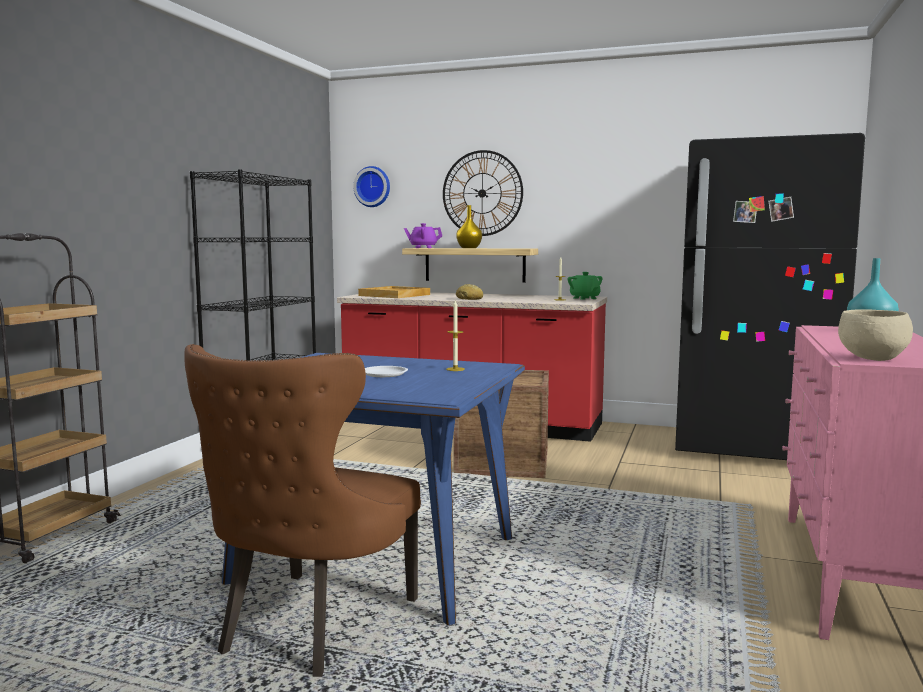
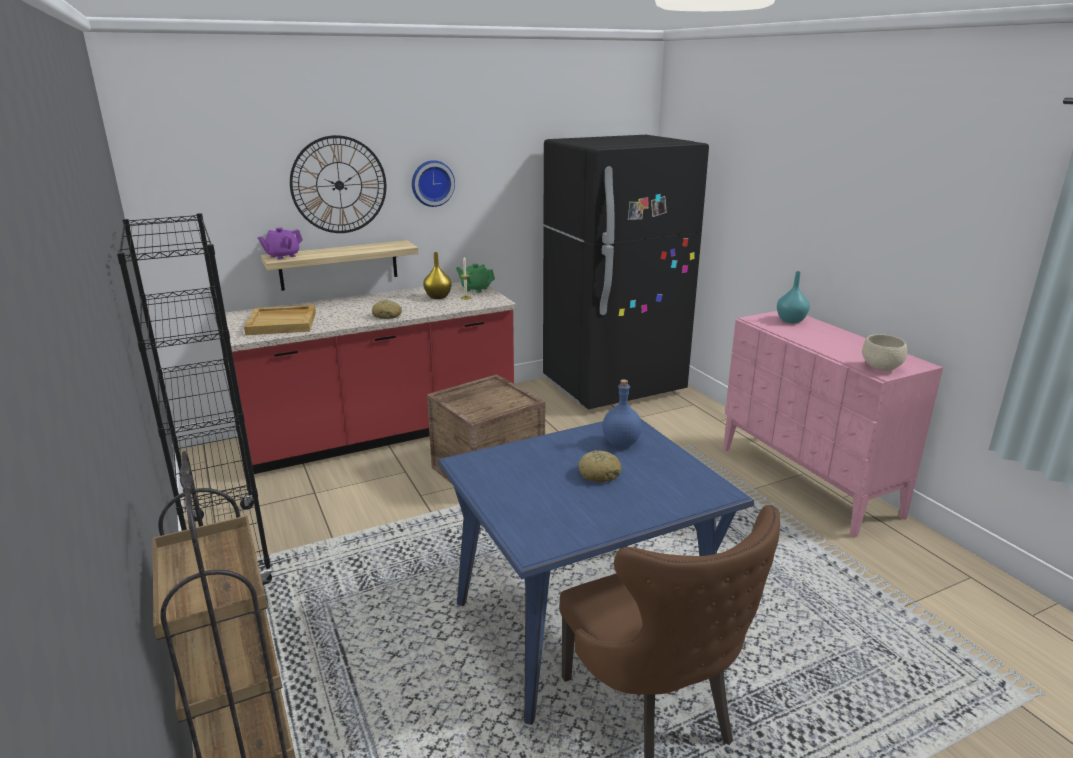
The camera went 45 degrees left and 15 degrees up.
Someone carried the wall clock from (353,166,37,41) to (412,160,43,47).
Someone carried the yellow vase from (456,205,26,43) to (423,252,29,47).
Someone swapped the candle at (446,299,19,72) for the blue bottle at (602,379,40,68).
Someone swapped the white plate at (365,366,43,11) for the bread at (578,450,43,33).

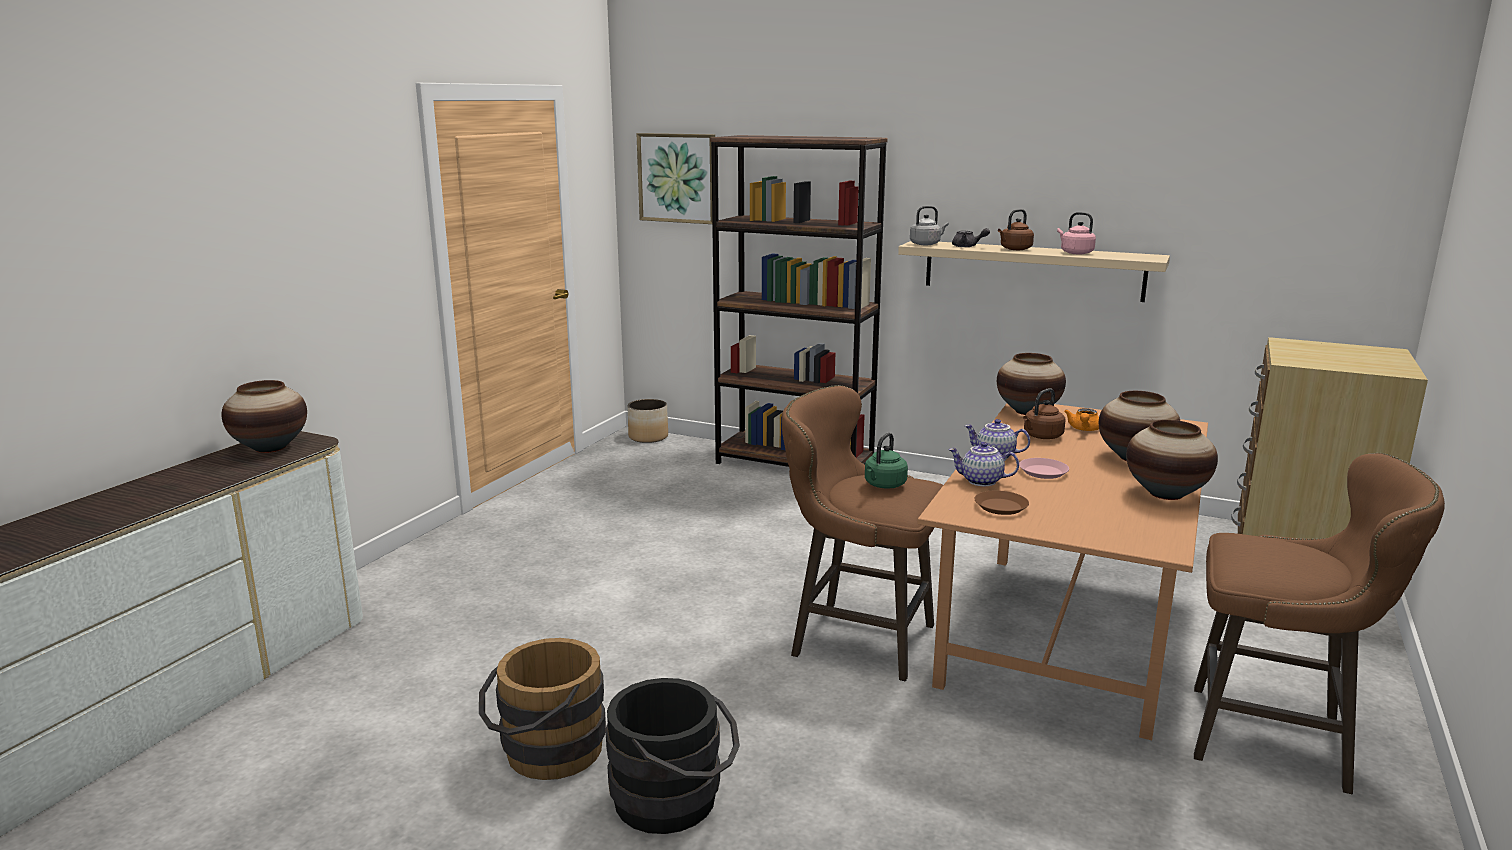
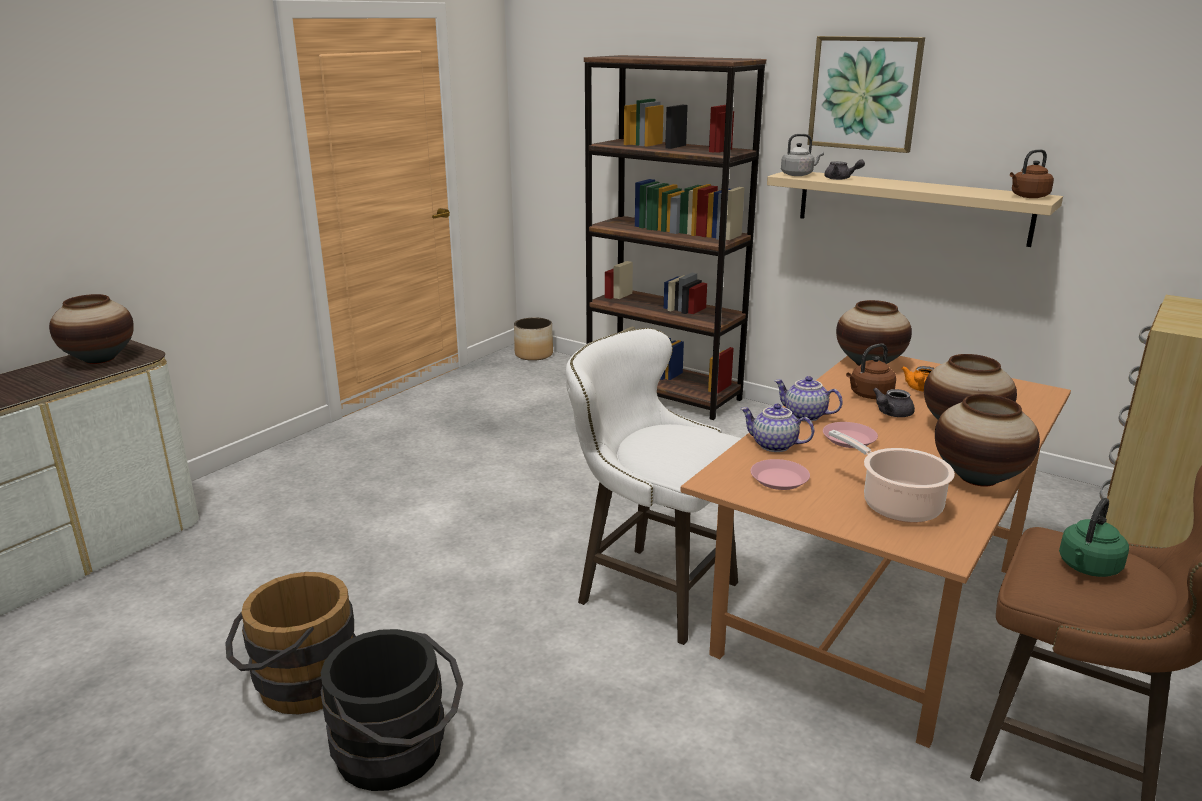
The camera went 10 degrees right and 5 degrees up.
Someone carried the picture from (637,133,78,91) to (807,36,118,117).
Someone carried the brown kettle from (998,209,36,41) to (1010,149,44,49).
Someone took away the pink kettle at (1057,212,39,42).
Someone repainted the brown stool at (782,385,161,297), which became the white stool at (566,328,176,317).
Someone carried the green kettle from (865,433,43,56) to (1059,498,70,79).
Someone repainted the brown plate at (975,490,54,25), which became the pink plate at (750,459,60,31).
Someone put down the grey teapot at (873,388,42,29).
Someone put down the cooking pot at (829,430,126,93).

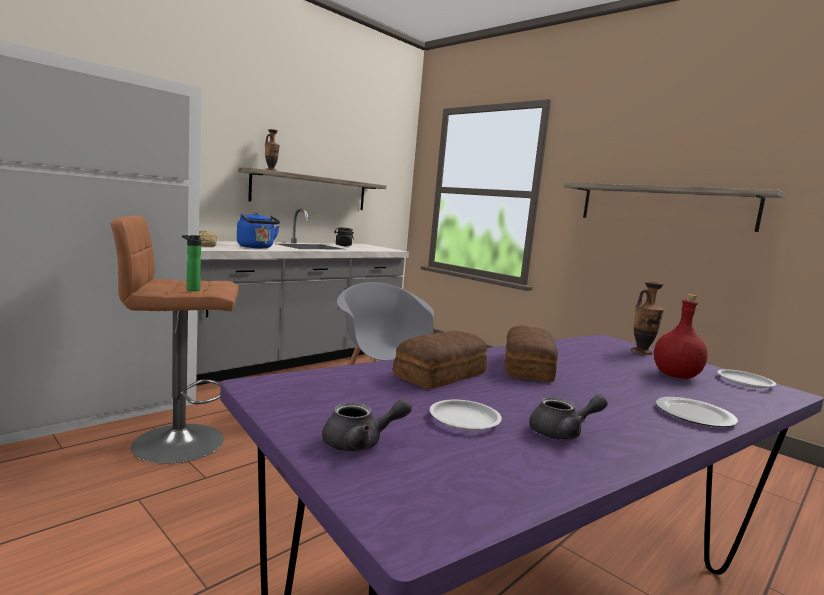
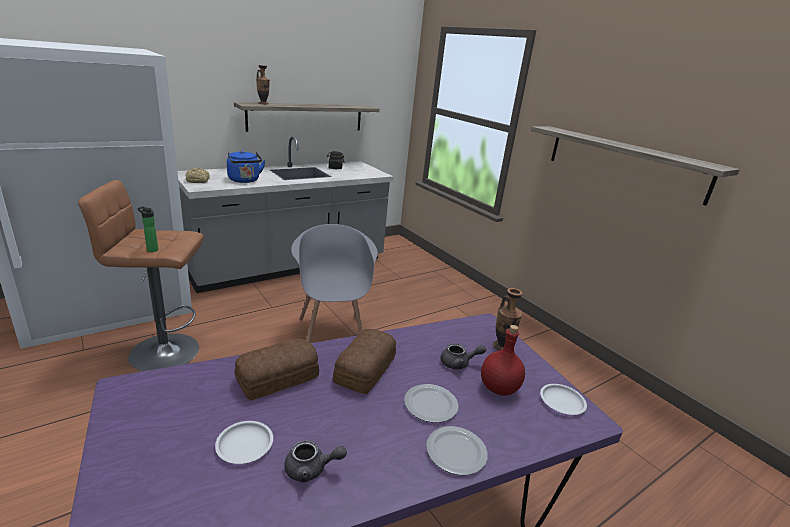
The camera went 10 degrees right and 15 degrees up.
Someone carried the grey teapot from (322,398,90,54) to (440,343,46,26).
Someone put down the plate at (404,384,54,39).

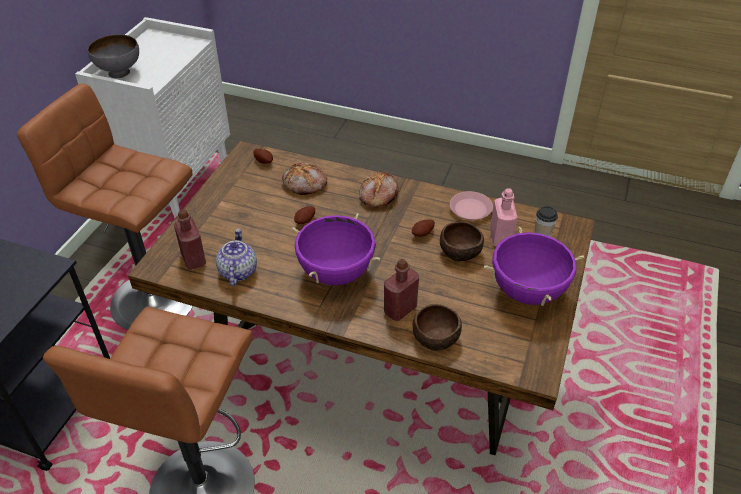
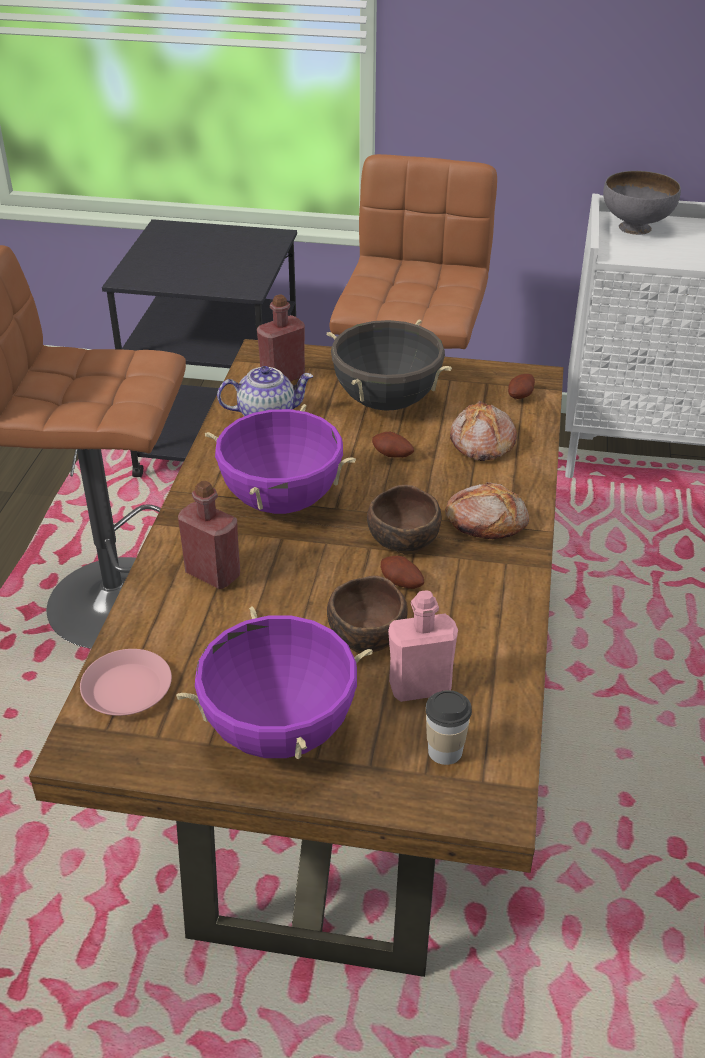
The camera went 80 degrees right and 5 degrees down.
Someone carried the pink plate from (450,191,43,29) to (80,649,92,67).
Someone carried the brown bowl from (413,304,49,47) to (367,485,75,69).
Someone put down the black cooking pot at (327,319,125,92).

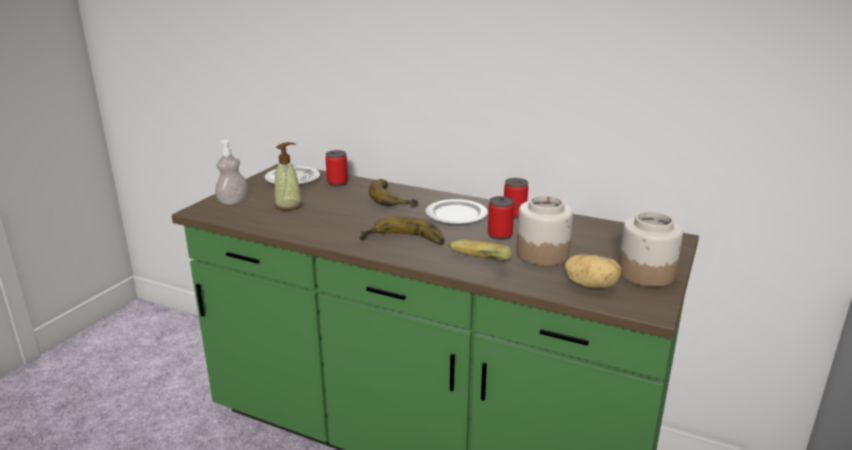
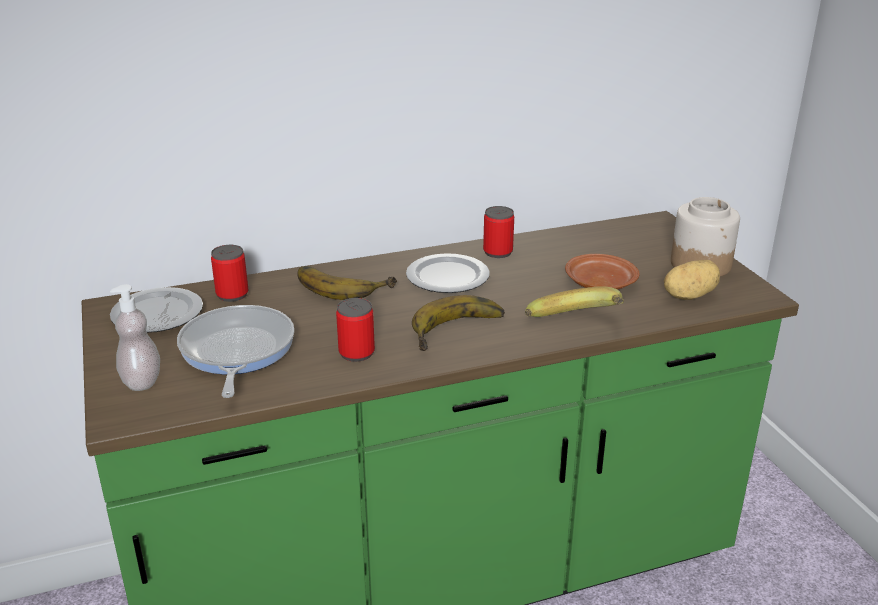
The camera went 45 degrees left and 5 degrees up.
Someone swapped the soap dispenser at (275,142,27,69) for the frying pan at (177,305,118,93).
Someone swapped the jar at (516,195,57,71) for the brown plate at (565,254,75,36).
Someone carried the can from (488,196,26,44) to (336,298,39,64).

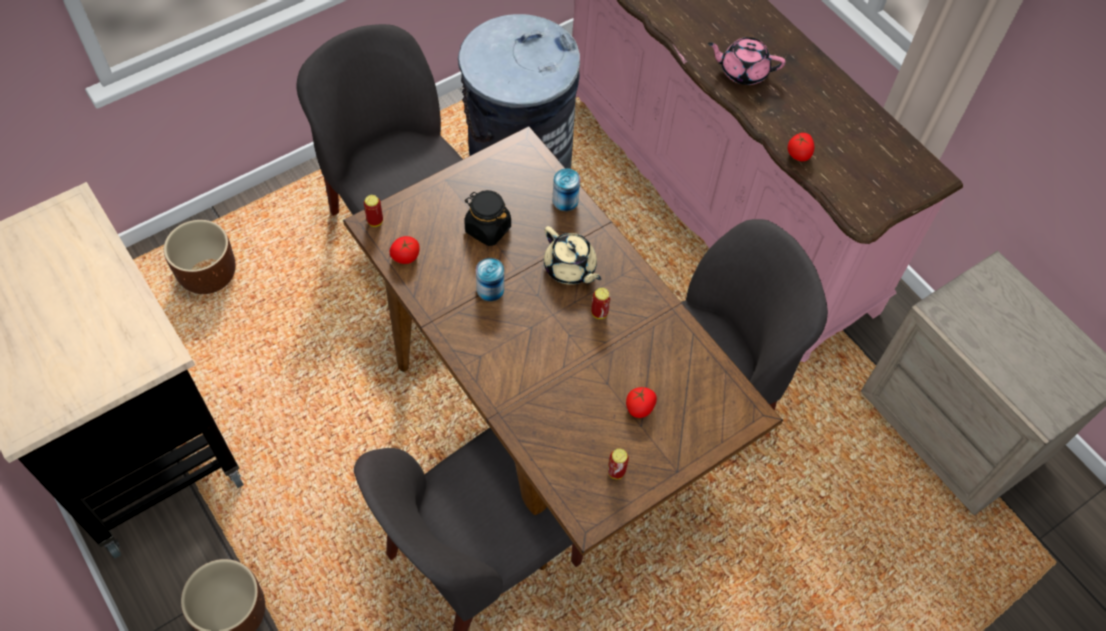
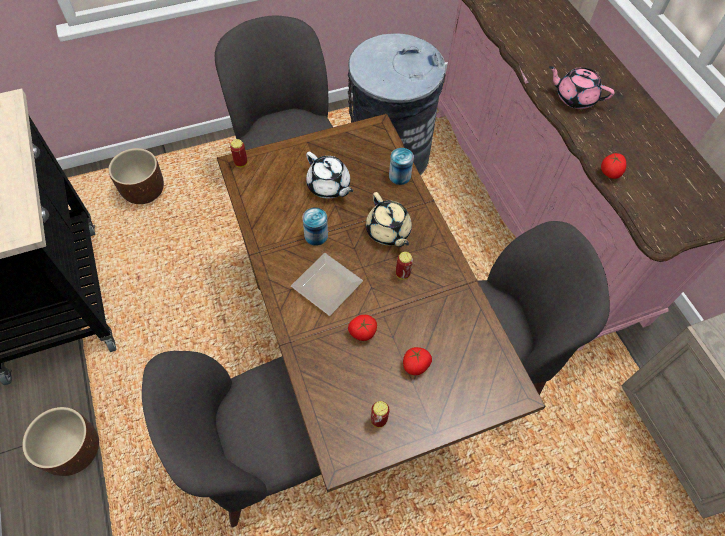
The camera went 15 degrees right and 0 degrees up.
Someone swapped the black jar at (464,190,47,56) for the white teapot at (306,152,47,47).
Someone carried the tomato from (390,236,30,28) to (348,315,29,26).
Someone put down the plate at (291,253,72,63).

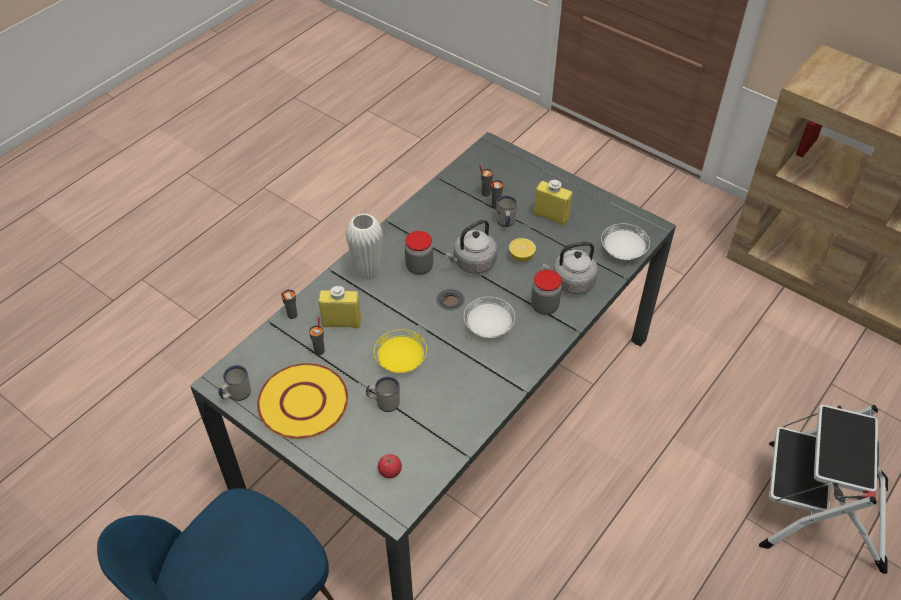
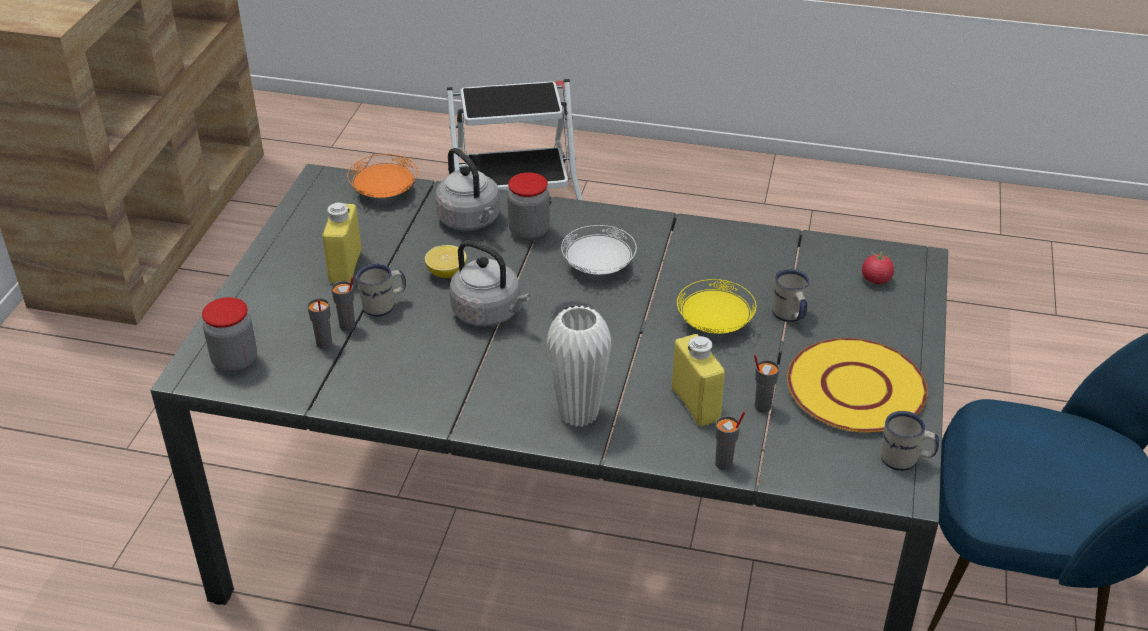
The camera went 115 degrees left and 10 degrees down.
Someone repainted the white plate at (601,223,49,37), which became the orange plate at (347,154,71,44).
Someone carried the jar from (405,231,28,44) to (202,297,55,76).

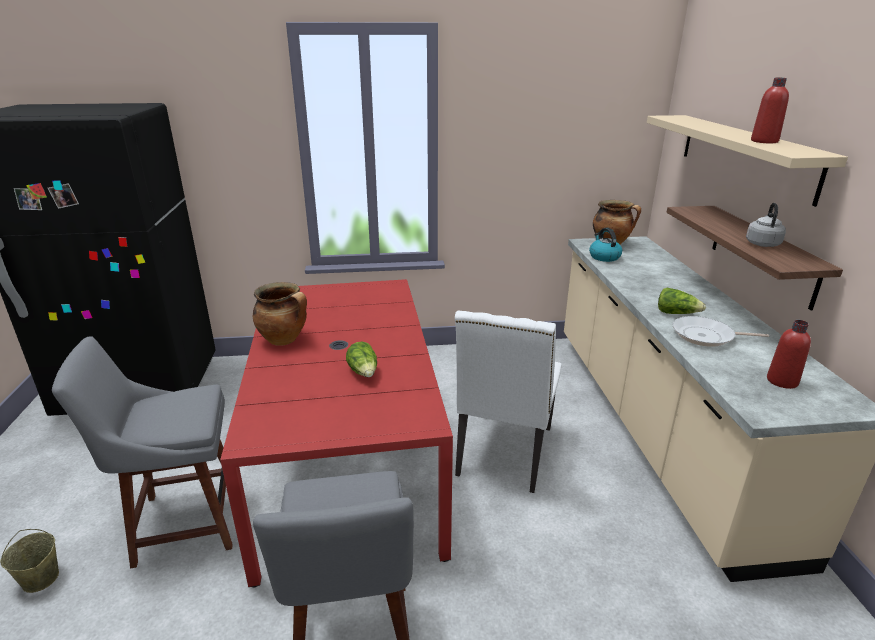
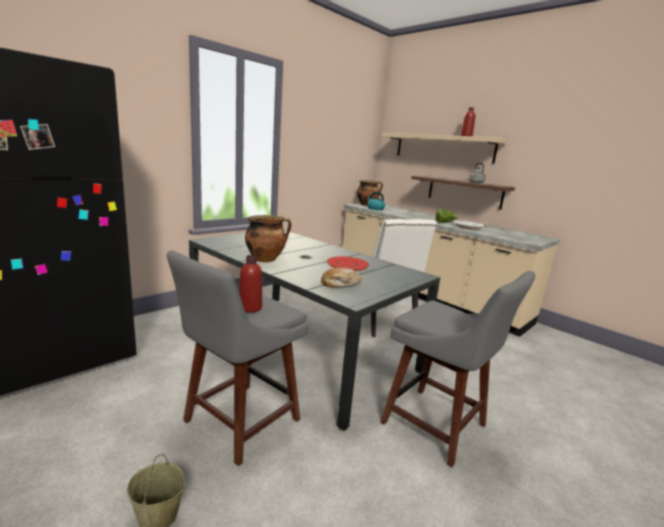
The camera went 40 degrees left and 10 degrees down.
Someone repainted the red dining table at (220,279,233,309), which became the grey dining table at (189,230,251,201).
Someone carried the red bottle from (767,320,44,69) to (239,255,23,57).
Someone swapped the lettuce at (346,341,31,36) for the red plate at (327,256,42,15).
Someone put down the bread at (321,268,41,20).

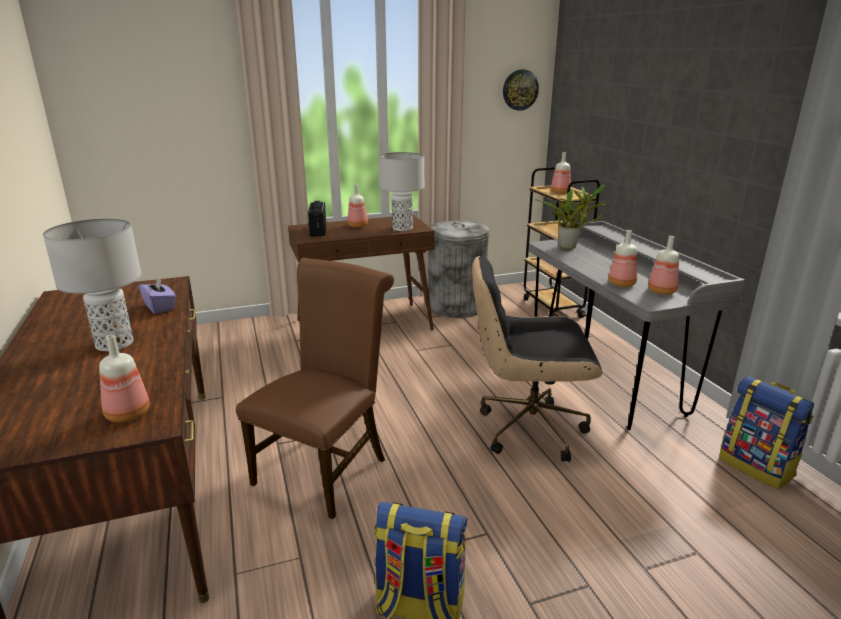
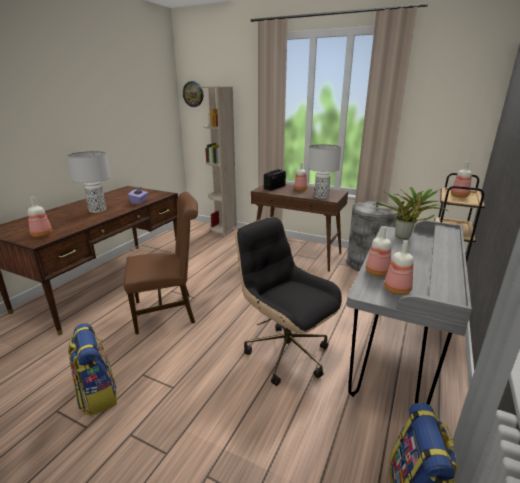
The camera went 45 degrees right and 0 degrees up.
Someone carried the wall clock from (503,69,36,42) to (183,81,20,26).
Someone put down the beige bookcase at (201,87,36,149).

